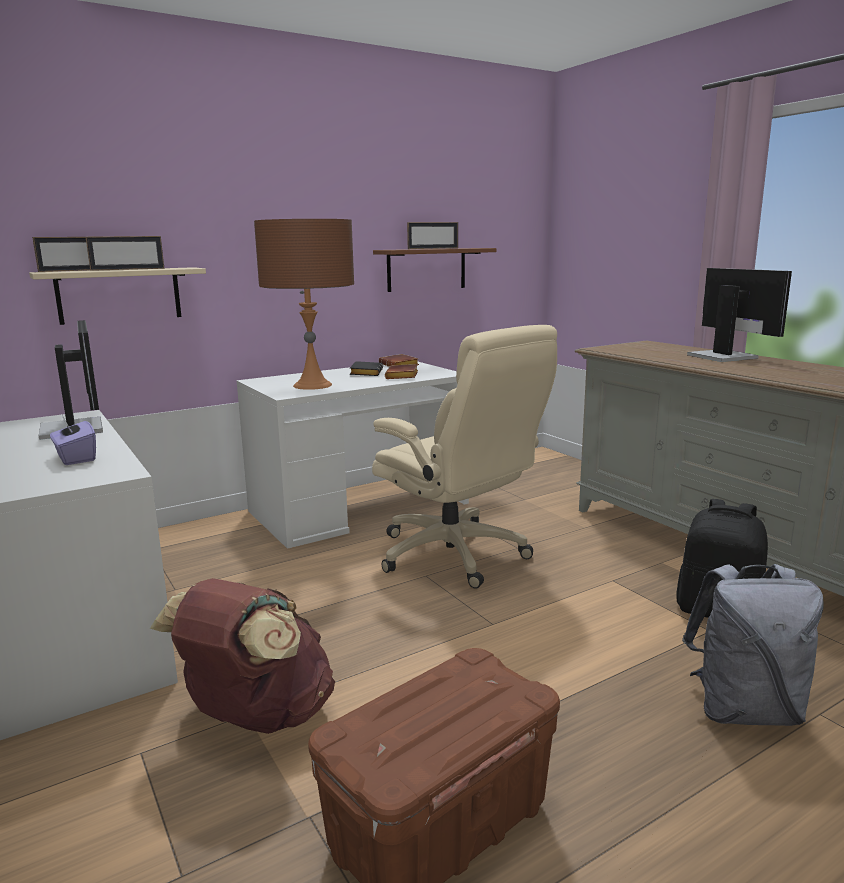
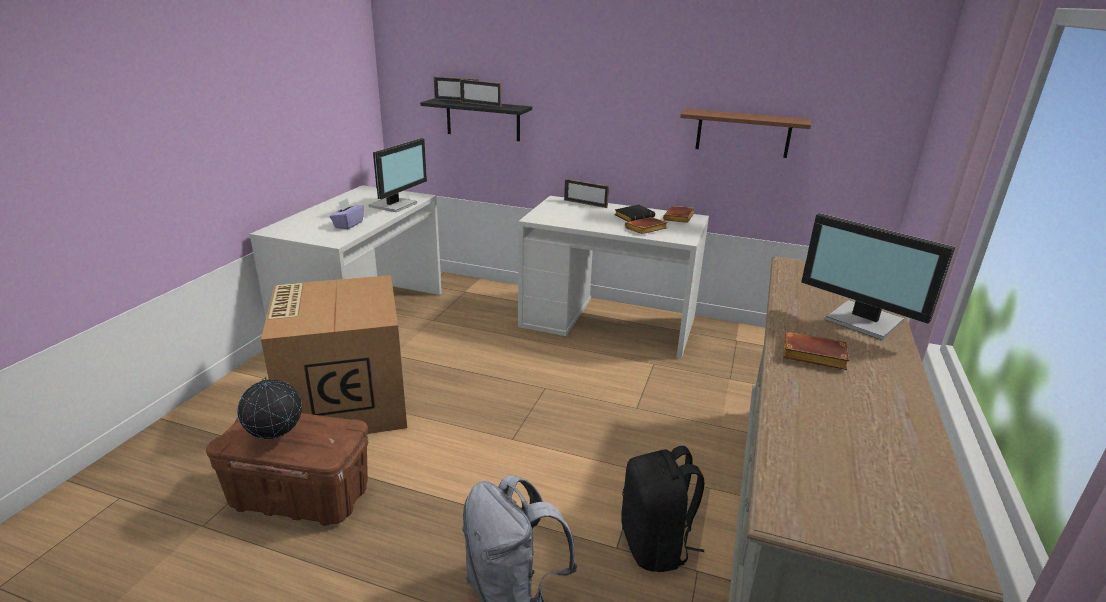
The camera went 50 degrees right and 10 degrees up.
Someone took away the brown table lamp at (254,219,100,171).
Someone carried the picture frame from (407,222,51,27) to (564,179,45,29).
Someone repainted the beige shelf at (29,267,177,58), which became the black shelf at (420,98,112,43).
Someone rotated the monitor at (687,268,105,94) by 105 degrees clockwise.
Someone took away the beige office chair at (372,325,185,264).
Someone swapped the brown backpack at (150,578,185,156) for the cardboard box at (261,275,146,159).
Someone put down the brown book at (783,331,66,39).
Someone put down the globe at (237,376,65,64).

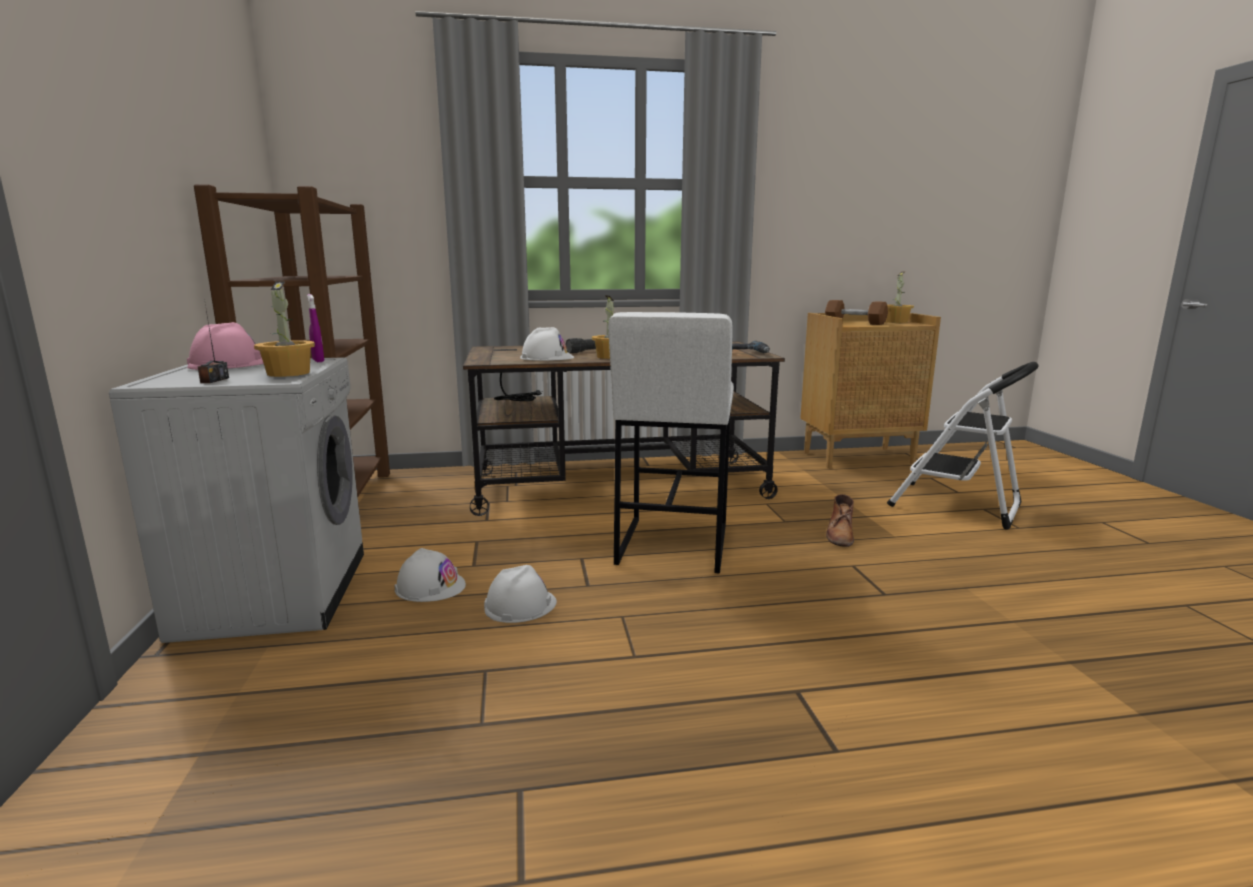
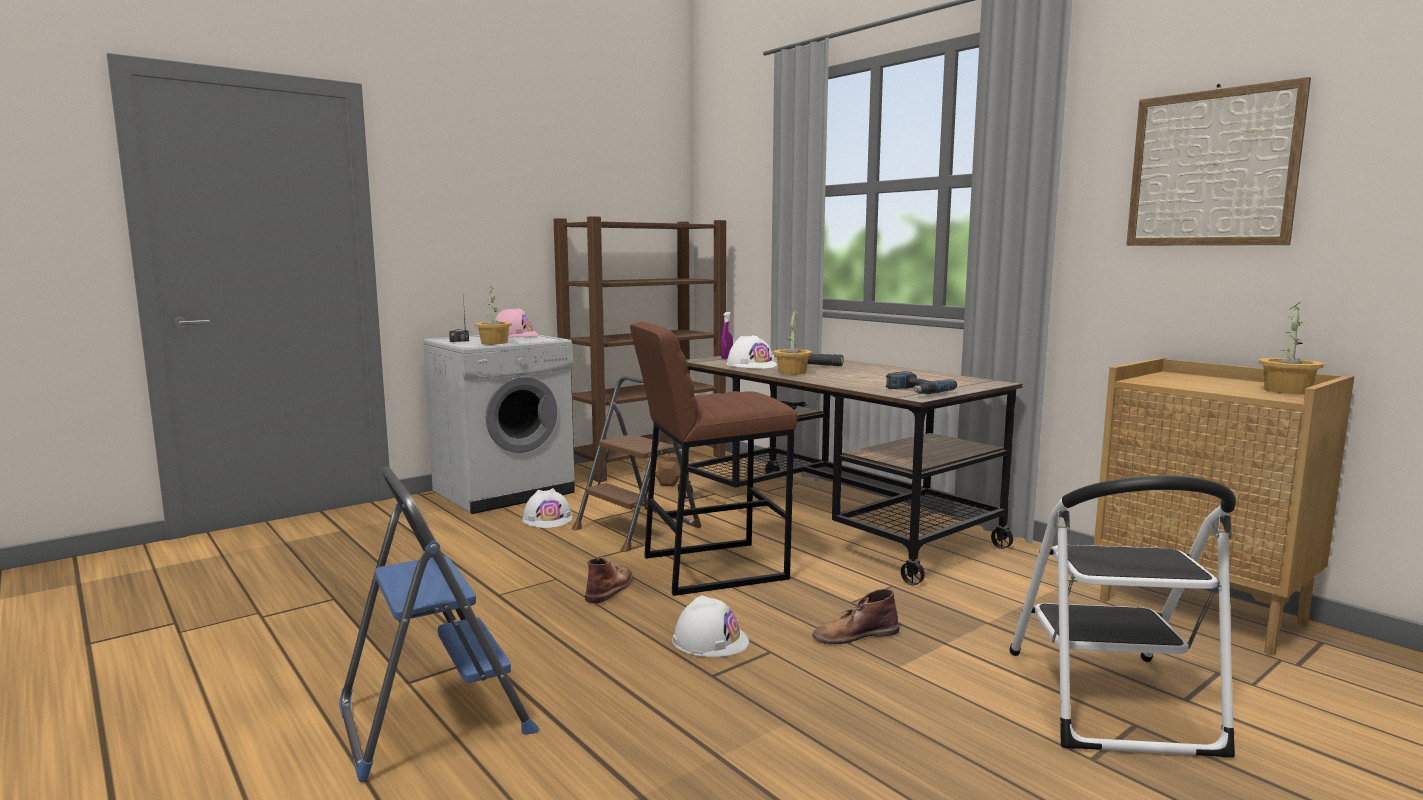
The camera went 60 degrees right and 5 degrees down.
Someone carried the purple spray bottle from (307,294,17,68) to (721,312,12,47).
Someone carried the brown dumbbell from (825,300,63,25) to (655,451,34,35).
Someone repainted the white stool at (608,312,126,262), which became the brown stool at (630,321,167,275).
Someone carried the white hard hat from (484,565,73,58) to (672,595,77,62).
Someone put up the picture at (1126,77,185,169).
Someone put down the brown step ladder at (571,376,130,176).
Someone put down the blue step ladder at (339,466,200,316).
Someone put down the brown boot at (585,557,48,46).

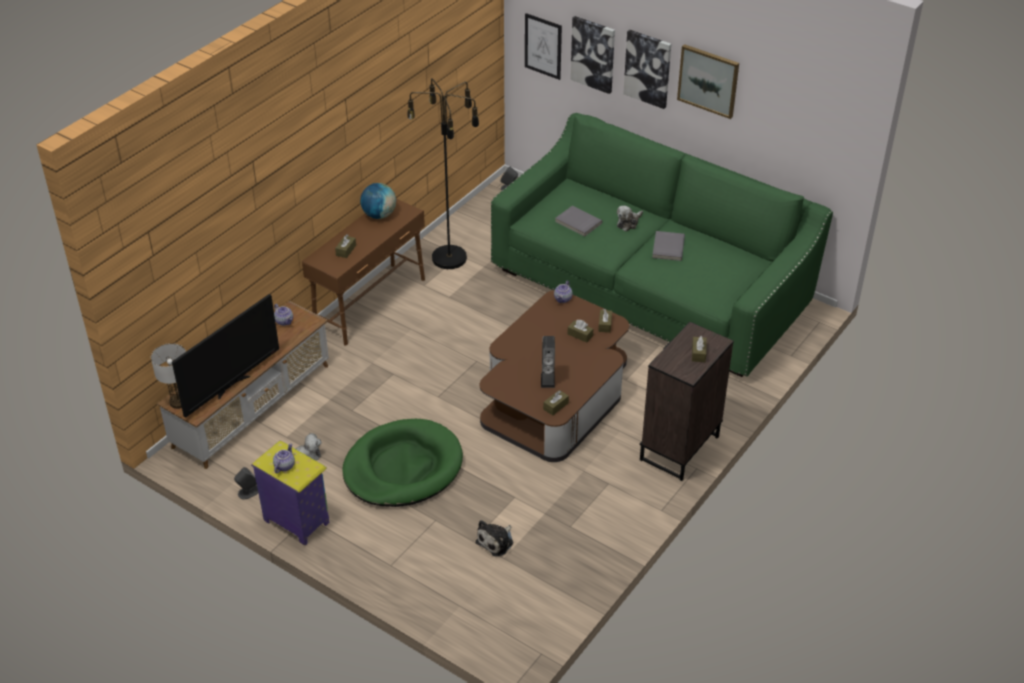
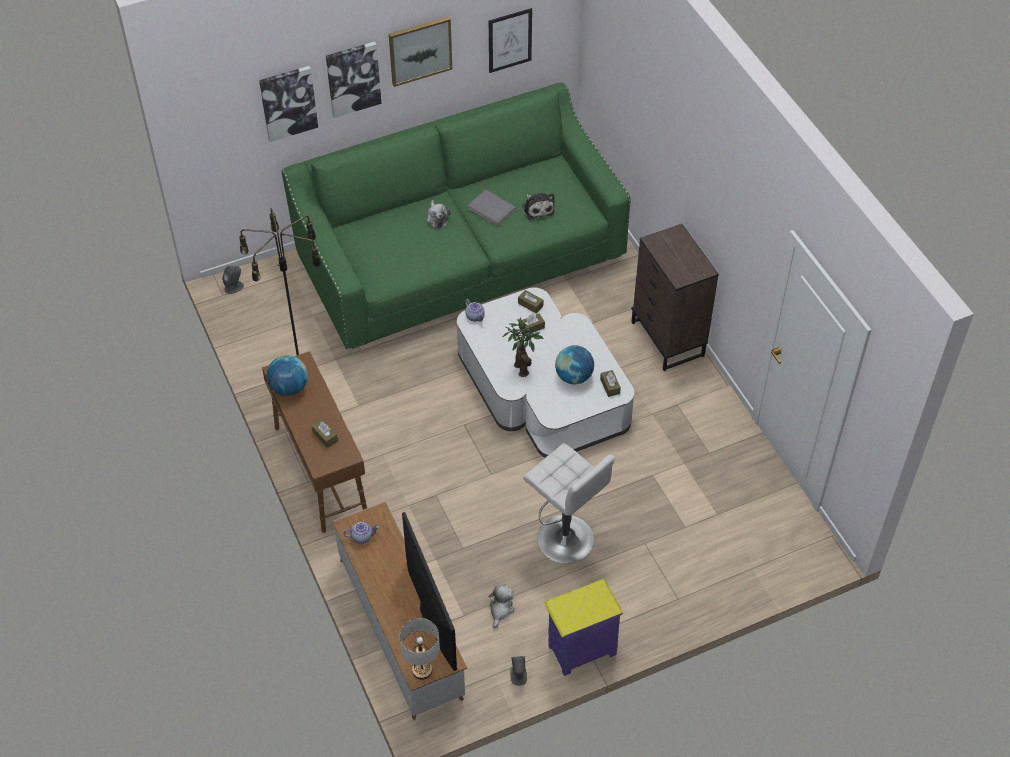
The camera went 60 degrees left and 10 degrees up.
Someone carried the picture from (525,13,37,67) to (489,8,43,65).
Someone took away the grey book at (555,206,47,31).
Someone repainted the brown coffee table at (480,290,149,172), which became the white coffee table at (457,288,177,170).
Someone swapped the speaker at (541,336,14,52) for the globe at (555,345,39,40).
Someone took away the brown tissue box at (692,336,15,26).
Someone swapped the green dog bed at (342,419,121,88) for the white stool at (523,443,92,120).
Someone took away the teapot at (273,443,22,30).
Someone carried the plush toy from (475,520,38,37) to (522,193,33,28).
Someone put down the potted plant at (503,318,41,59).

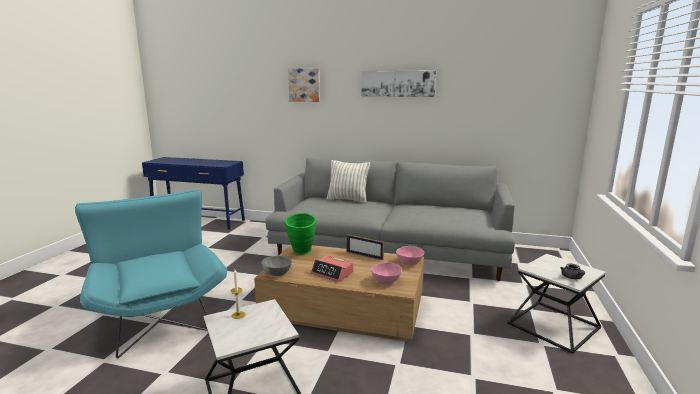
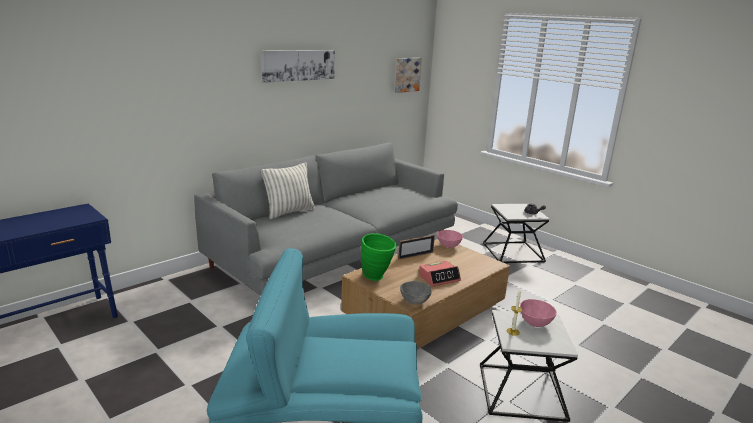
The camera went 60 degrees left and 5 degrees up.
Someone carried the picture from (288,68,32,34) to (395,58,27,35).
Someone carried the pink bowl from (371,262,31,22) to (520,299,37,28).

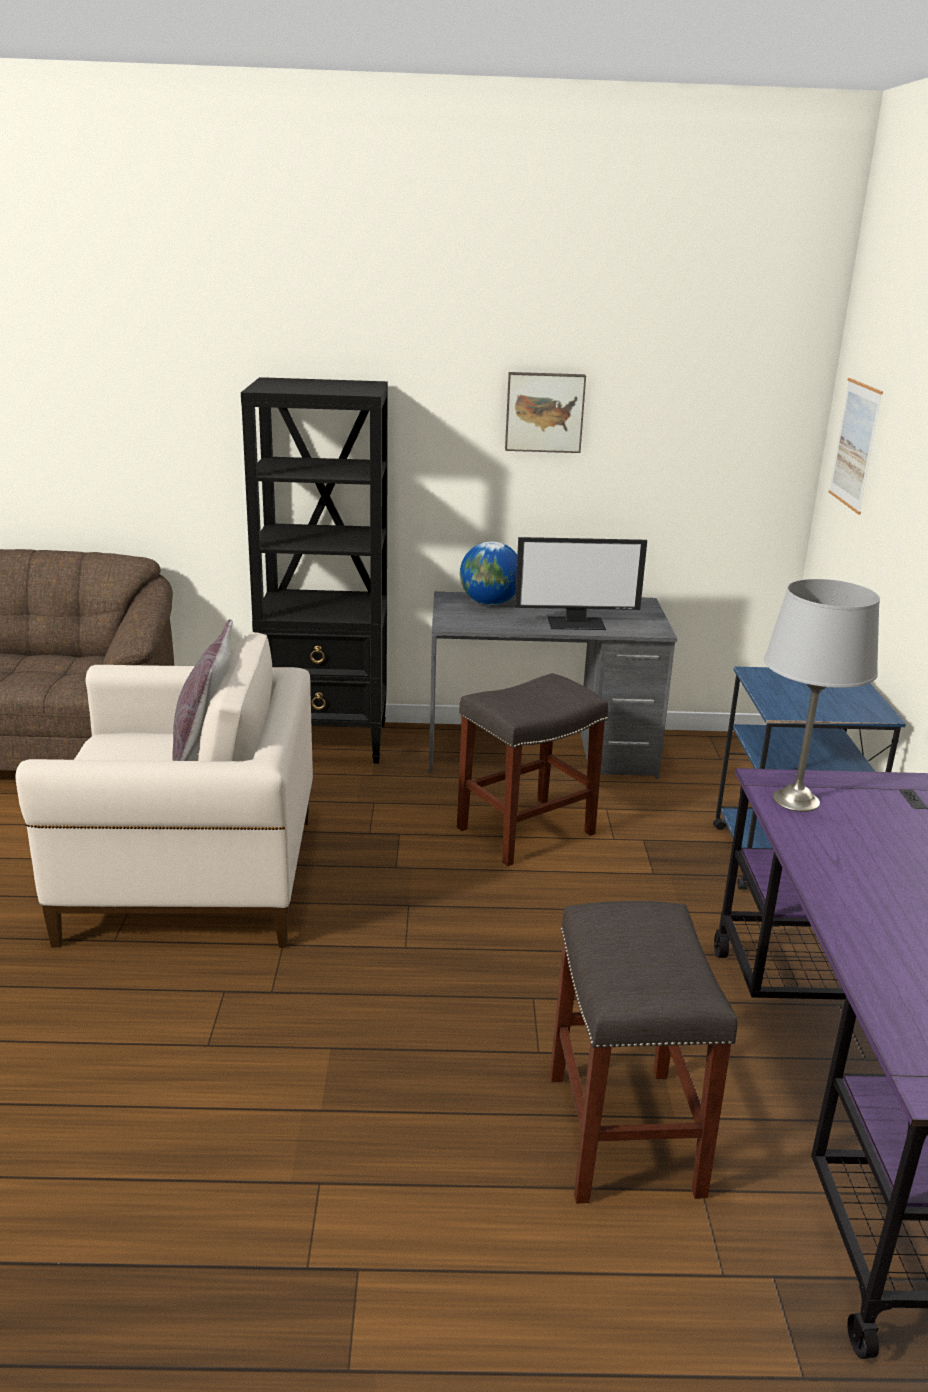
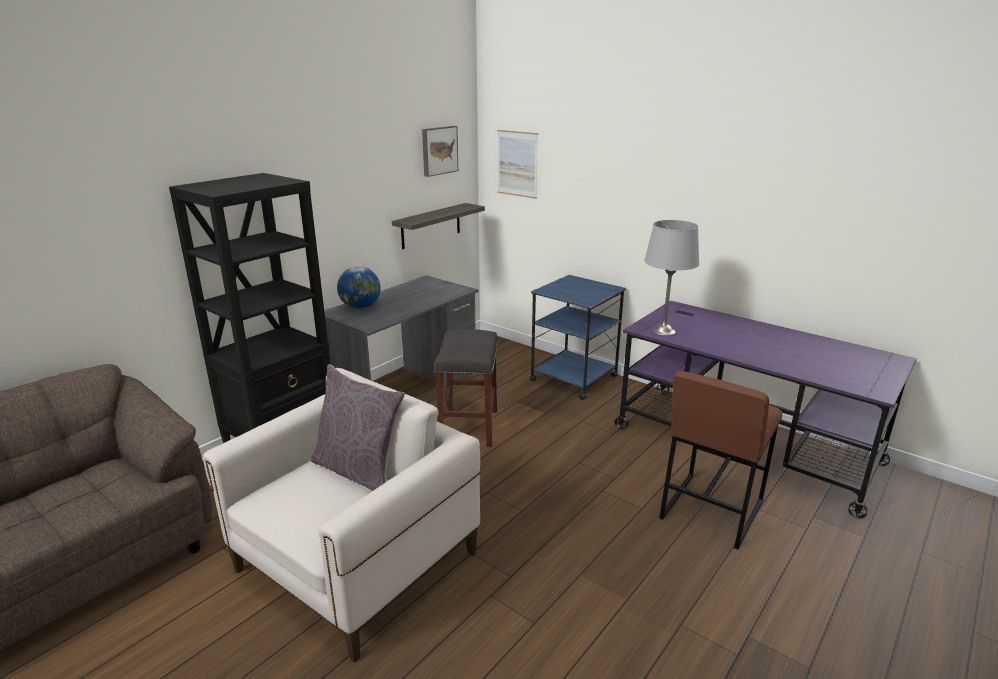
The camera went 50 degrees left and 0 degrees up.
Someone carried the picture from (505,372,81,81) to (422,126,36,51).
Someone took away the monitor at (515,537,132,93).
Someone swapped the grey stool at (550,901,187,302) for the brown chair at (659,371,123,178).
Someone put up the shelf at (392,203,93,46).

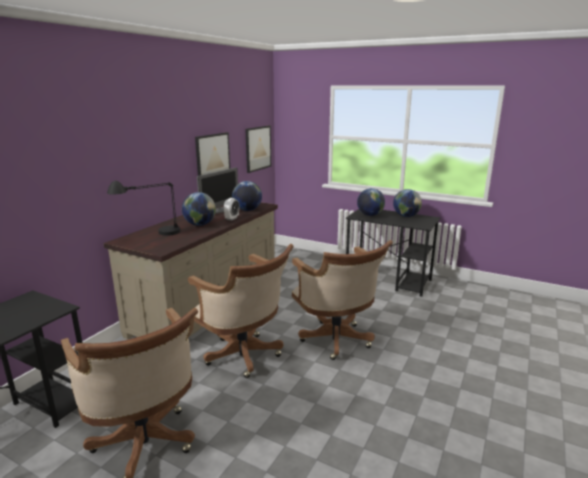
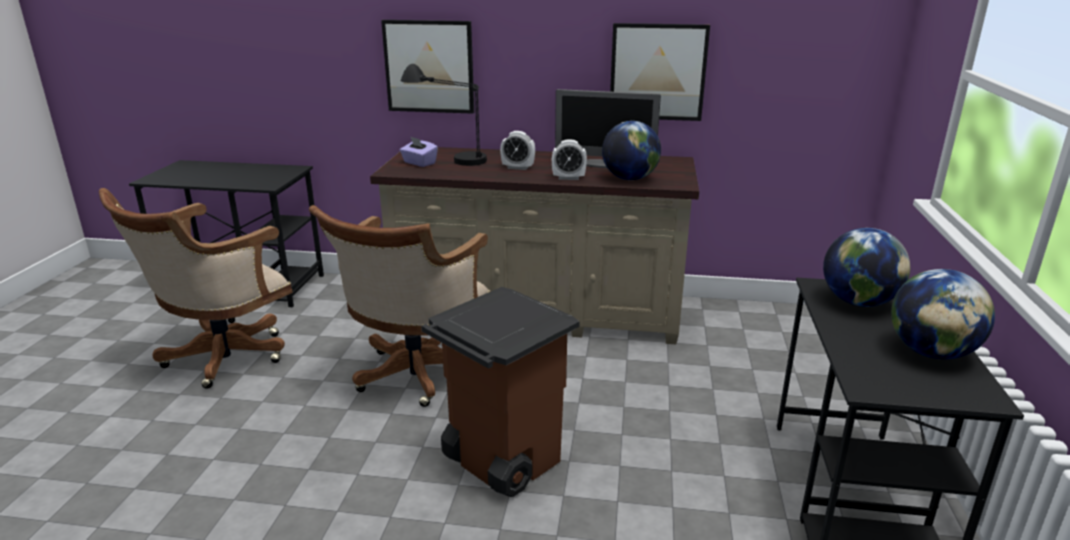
The camera went 70 degrees right and 5 degrees up.
Someone carried the picture from (245,125,26,48) to (381,20,93,94).
Someone swapped the globe at (182,192,34,34) for the alarm clock at (500,131,35,39).
Someone swapped the office chair at (292,240,101,120) for the brown trash can at (421,287,159,210).
Someone put down the purple tissue box at (400,136,38,31).

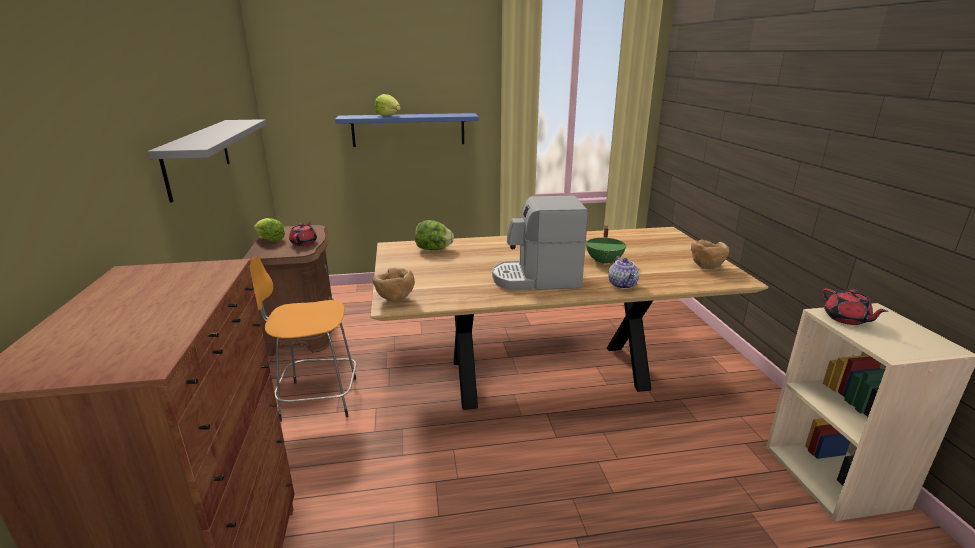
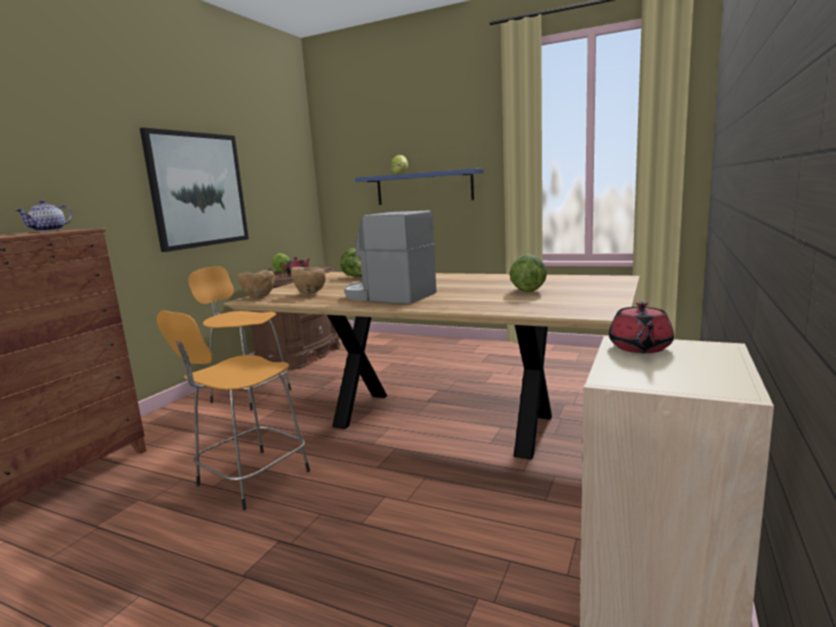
The camera went 35 degrees right and 10 degrees down.
Someone swapped the grey shelf at (147,119,119,84) for the picture at (140,128,109,124).
Someone took away the green cooking pot at (586,226,40,40).
Someone carried the brown bowl from (691,240,38,29) to (291,267,35,28).
Someone carried the teapot from (608,256,31,33) to (16,200,56,32).
Someone put down the lettuce at (509,254,38,38).
Someone put down the orange stool at (157,310,153,200).

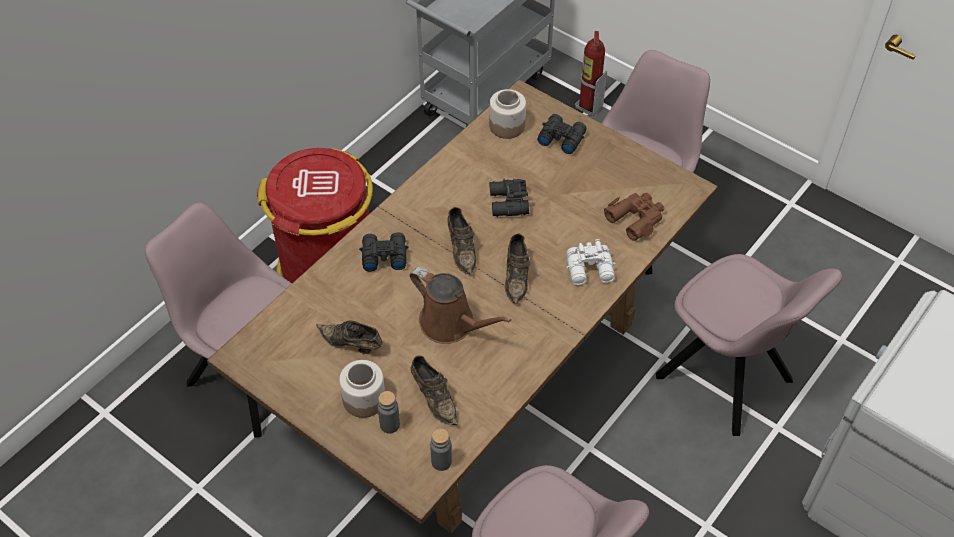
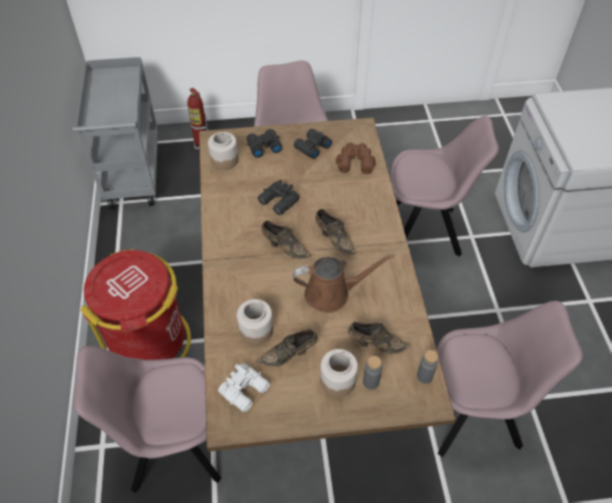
The camera went 45 degrees left and 0 degrees up.
Someone carried the black binoculars from (359,232,50,40) to (294,128,38,31).
Someone carried the white binoculars from (566,239,50,46) to (218,363,52,49).
Someone put down the jar at (237,299,36,46).

